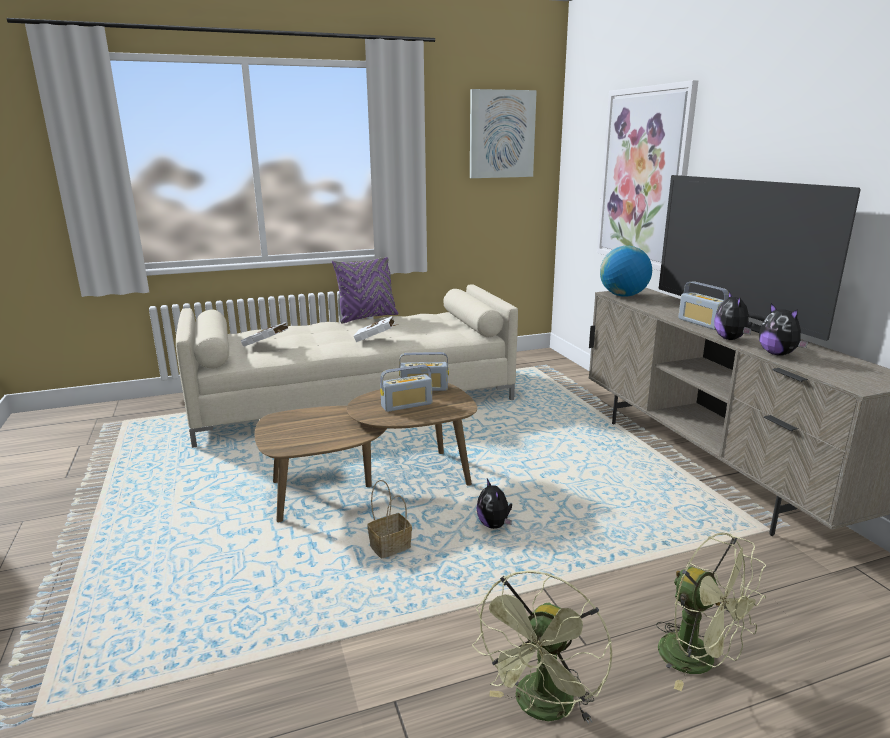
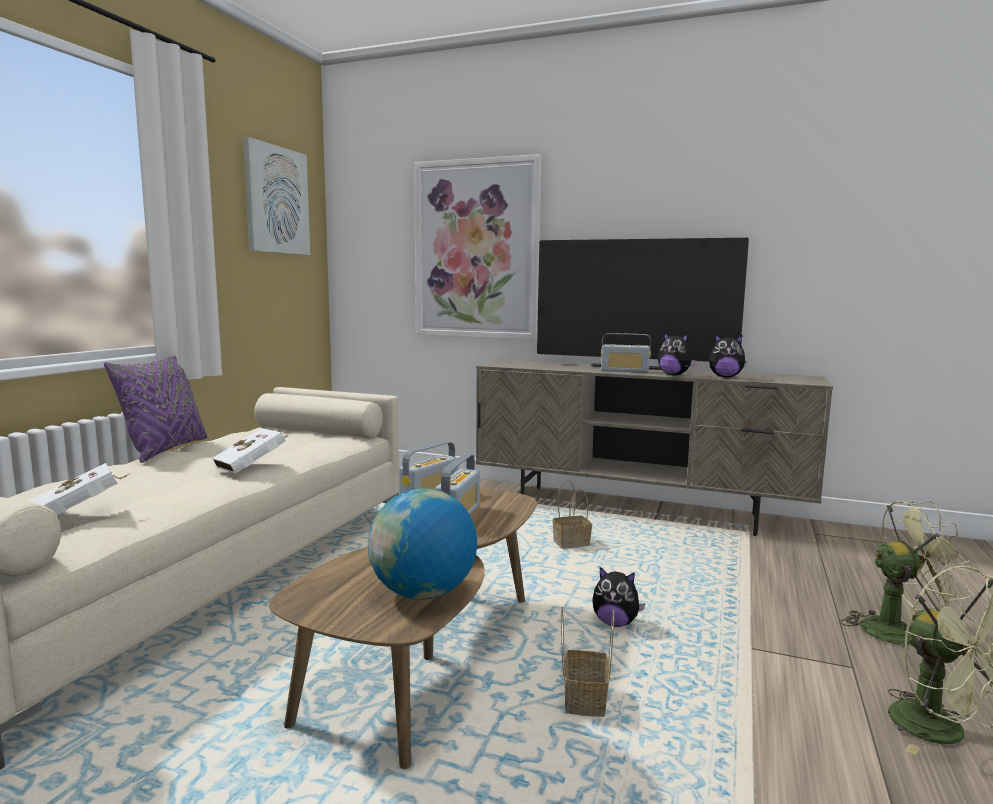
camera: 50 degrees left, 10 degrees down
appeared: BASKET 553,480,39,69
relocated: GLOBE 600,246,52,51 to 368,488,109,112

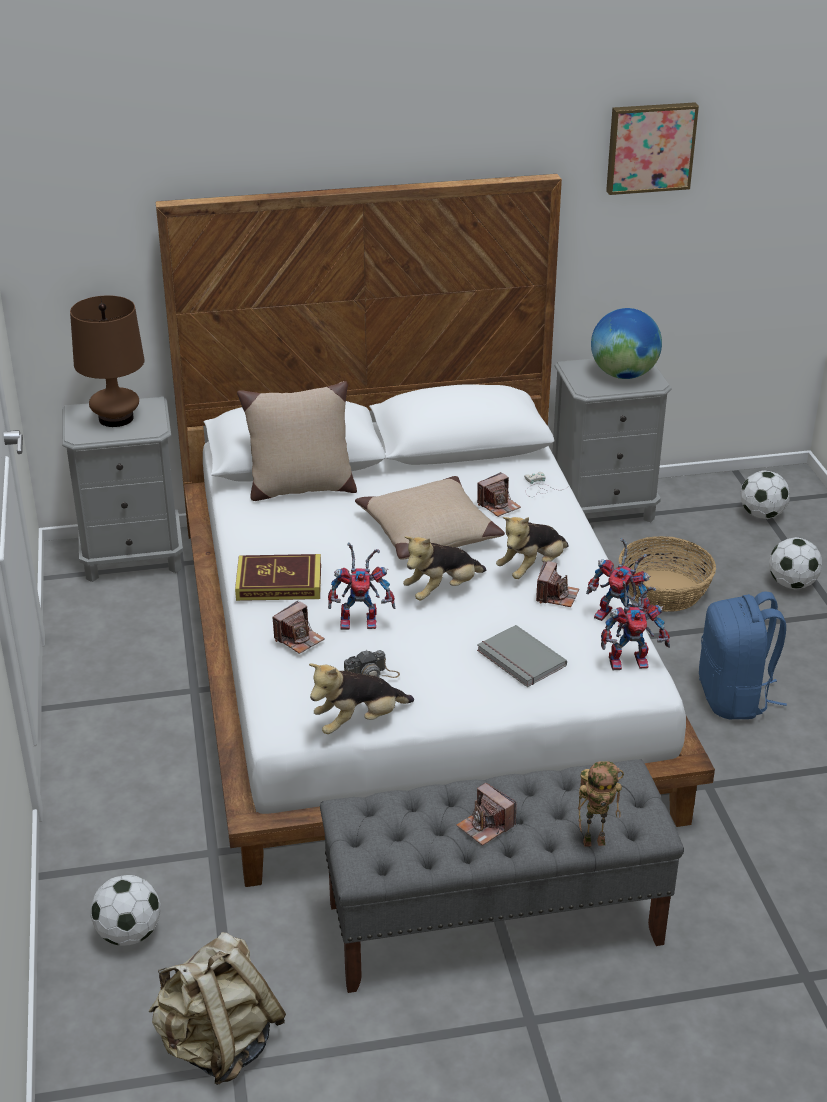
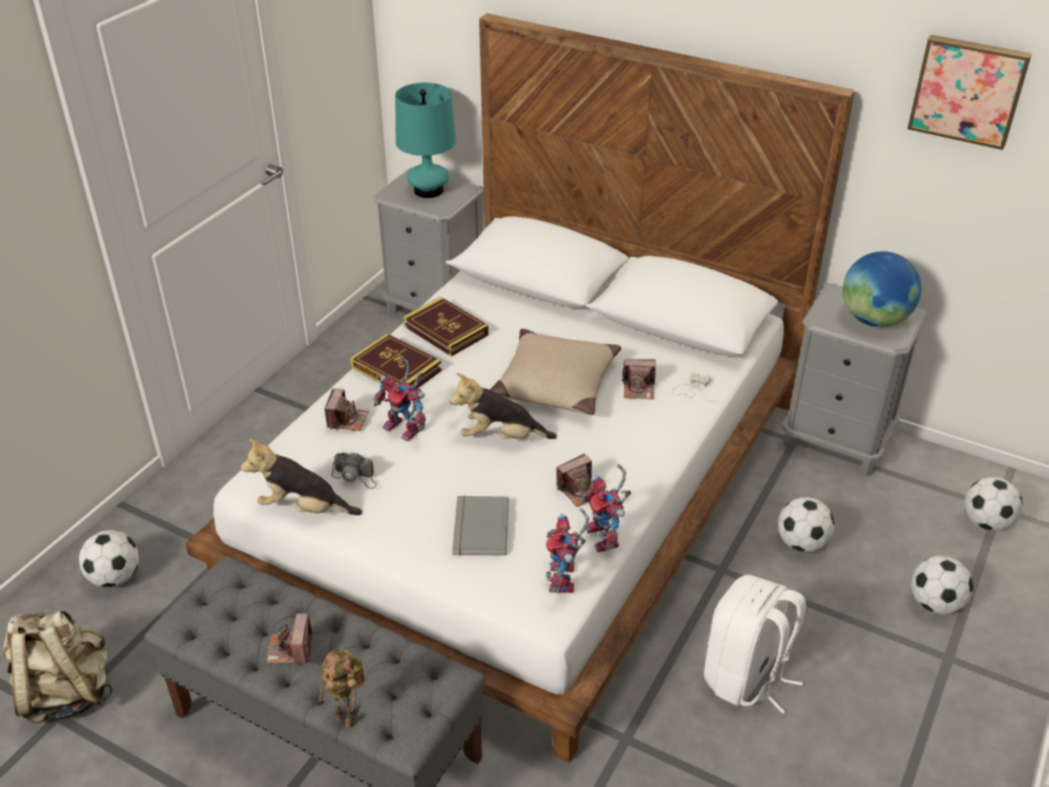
camera: 40 degrees right, 5 degrees up
missing: BEIGE PILLOW 237,381,120,120; PLUSH TOY 496,517,73,62
appeared: BOOK 403,297,86,59
exchanged: BASKET 619,536,97,76 to FOOTBALL 778,497,56,55
colour: BROWN TABLE LAMP 70,295,75,132 to TURQUOISE TABLE LAMP 395,83,61,115; BLUE BACKPACK 699,592,88,127 to WHITE BACKPACK 704,575,102,139
spun: PHOTO CAMERA 272,601,53,53 = 325,388,44,43 75 degrees counterclockwise; TOY ROBOT 601,581,69,89 = 546,509,43,84 60 degrees clockwise

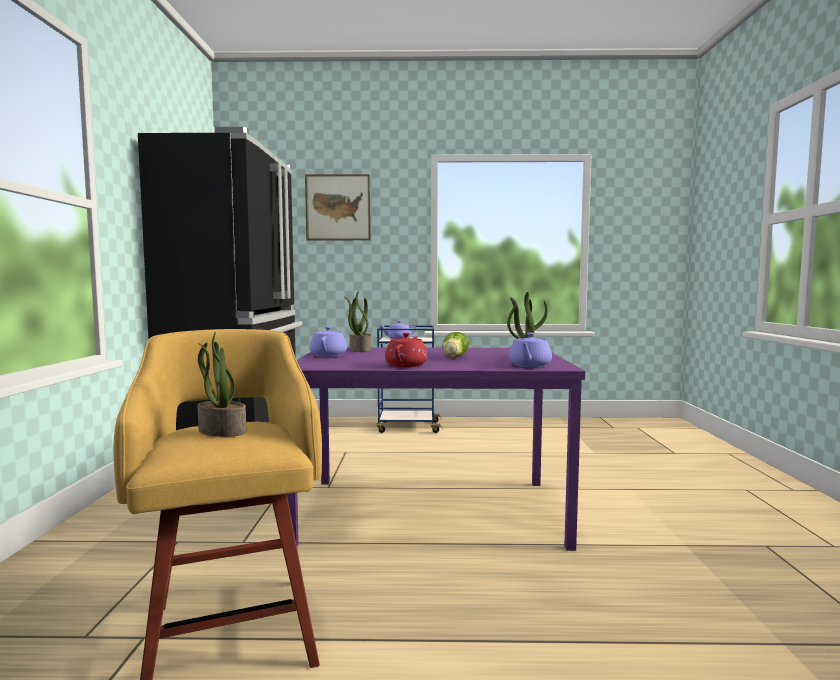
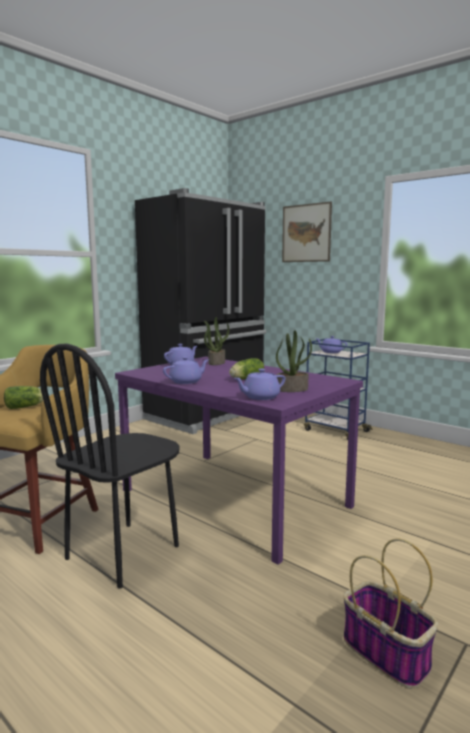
camera: 40 degrees right, 5 degrees up
appeared: BLACK CHAIR 40,344,140,245; BASKET 344,538,94,151
exchanged: POTTED PLANT 197,332,50,105 to LETTUCE 4,386,39,23
colour: RED TEAPOT 385,333,42,35 to PURPLE TEAPOT 163,357,46,27

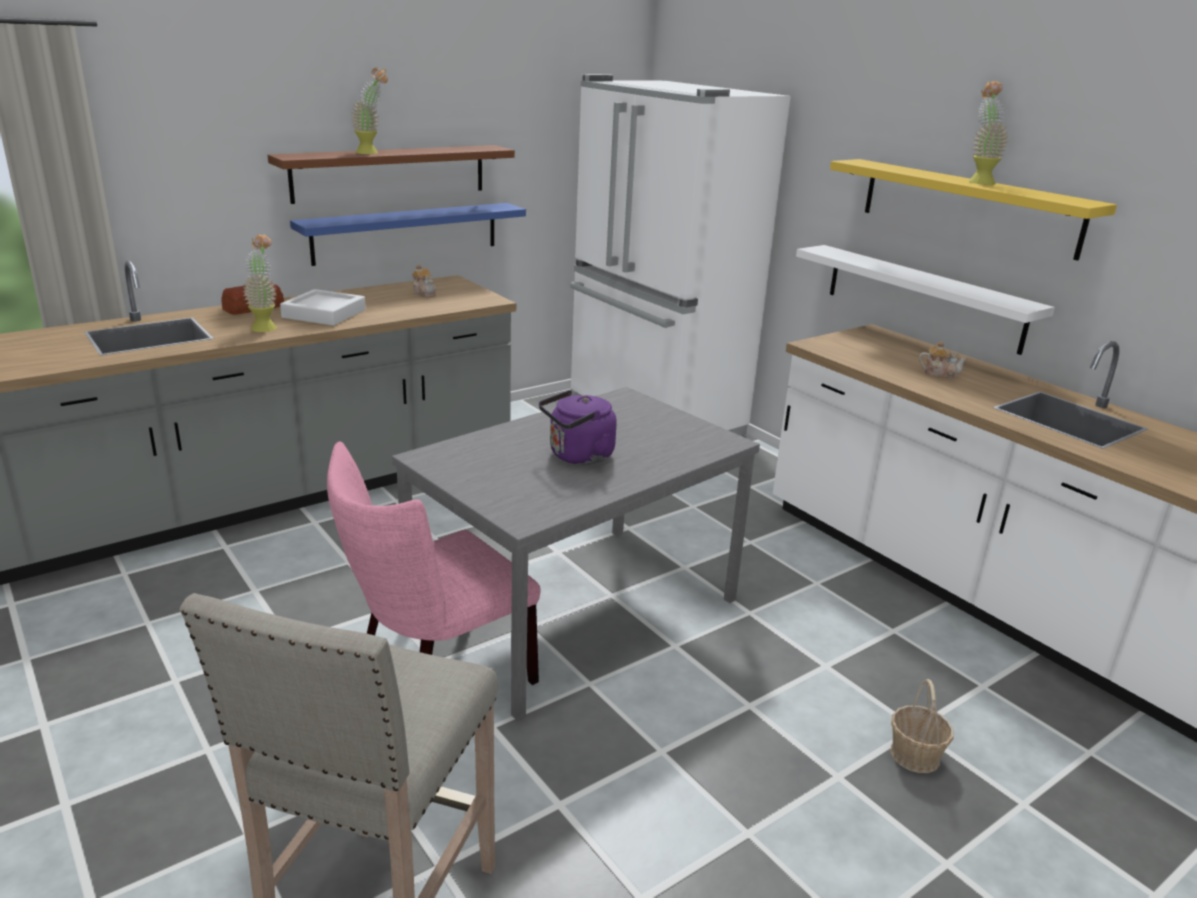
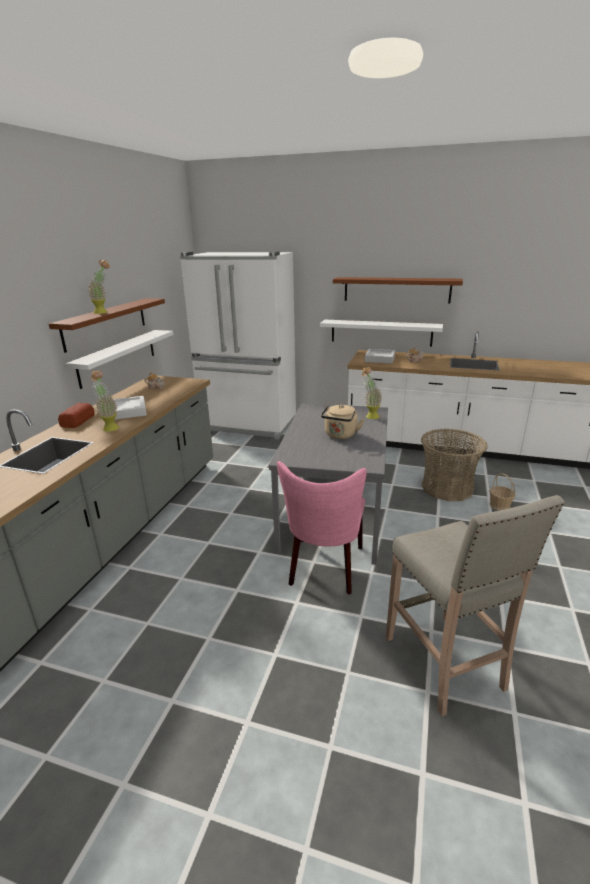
camera: 35 degrees left, 0 degrees up
appeared: GREY TRAY 365,349,30,15; BASKET 421,429,67,72
relocated: POTTED PLANT 968,81,40,104 to 362,367,20,52
colour: BLUE SHELF 290,203,236,63 to WHITE SHELF 66,330,107,59; PURPLE KETTLE 539,390,78,75 to BEIGE KETTLE 321,405,43,34; YELLOW SHELF 830,159,287,102 to BROWN SHELF 333,277,130,27

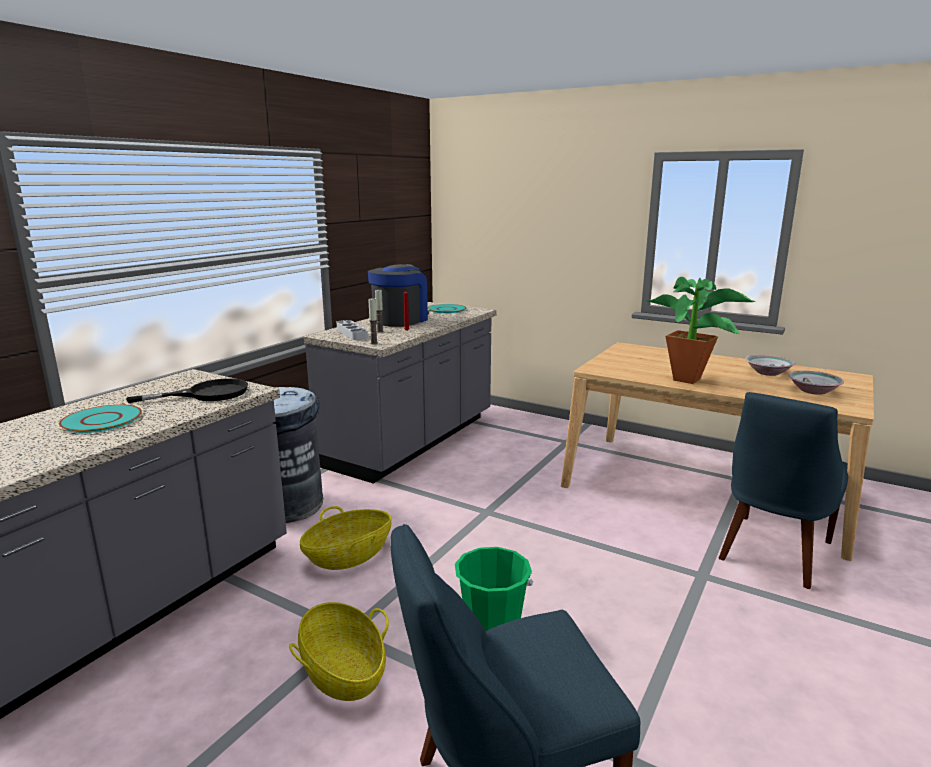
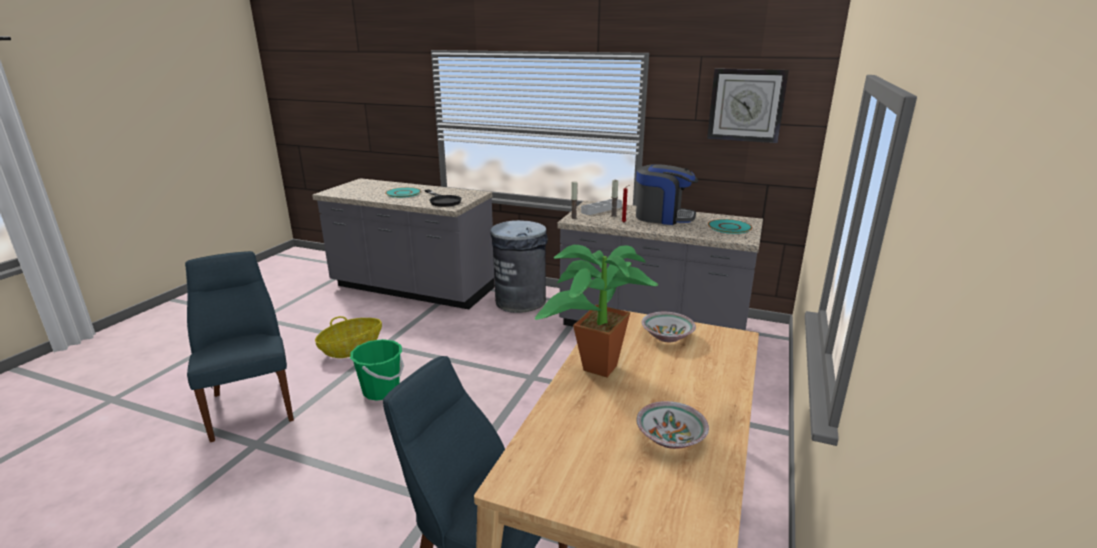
camera: 80 degrees right, 5 degrees up
missing: BASKET 300,506,91,64
appeared: WALL CLOCK 707,68,82,75
relocated: BOWL 788,371,56,24 to 642,312,54,30

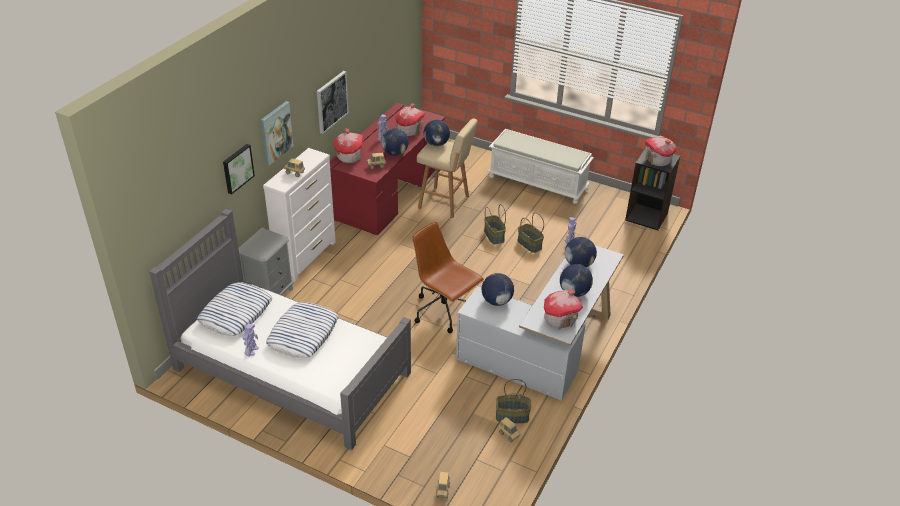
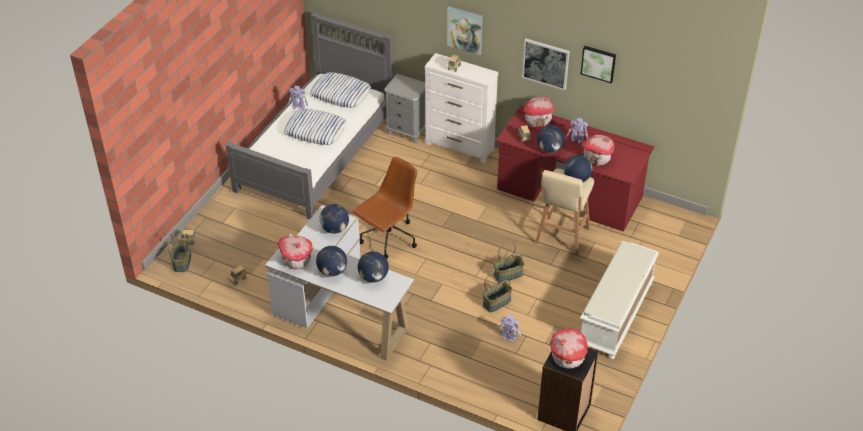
camera: 90 degrees right, 5 degrees up
relocated: PICTURE 223,144,32,50 to 581,46,35,37; BASKET 496,379,35,44 to 168,234,23,38

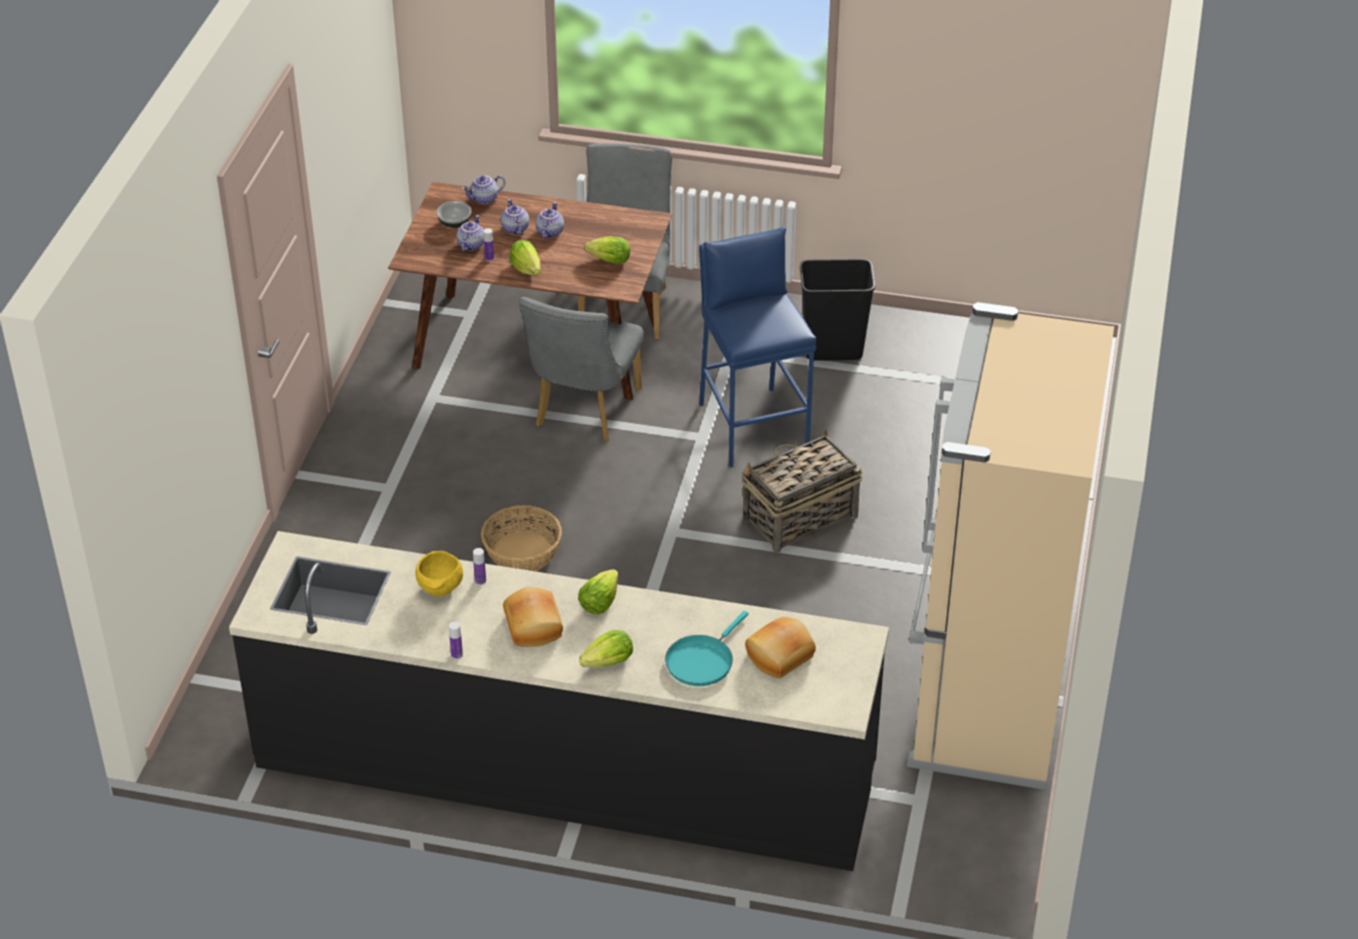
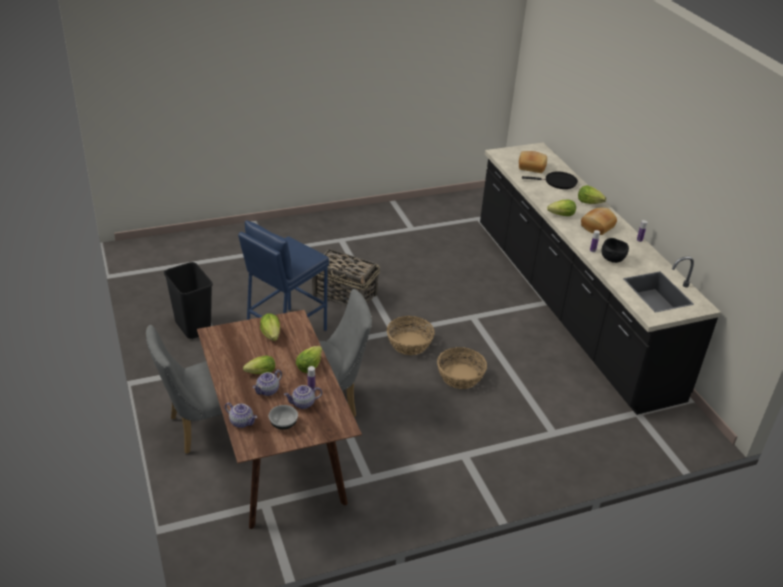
camera: 125 degrees left, 5 degrees down
missing: BEIGE FRIDGE 907,302,207,488
appeared: BASKET 387,316,48,39
exchanged: TEAPOT 536,202,28,36 to LETTUCE 243,356,32,18
colour: YELLOW BOWL 415,551,48,46 to BLACK BOWL 601,238,28,25; TURQUOISE FRYING PAN 665,611,84,75 to BLACK FRYING PAN 522,171,56,18

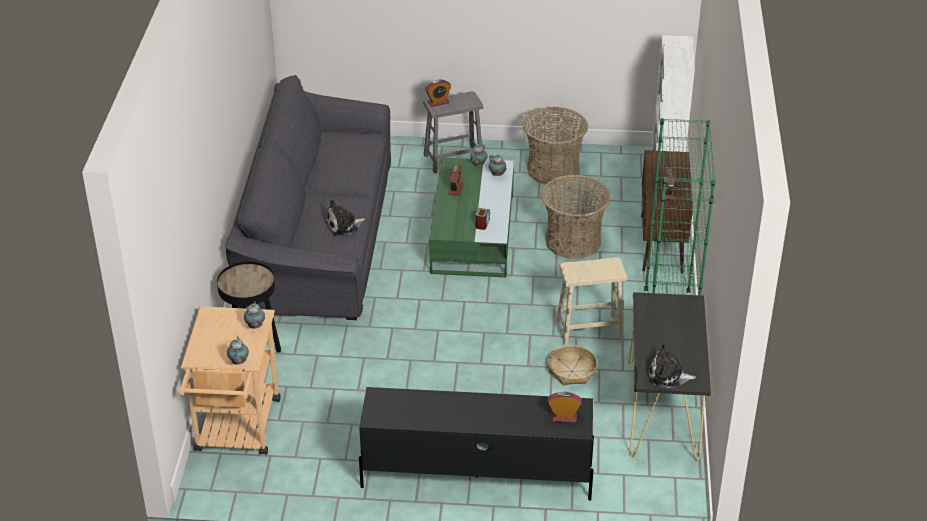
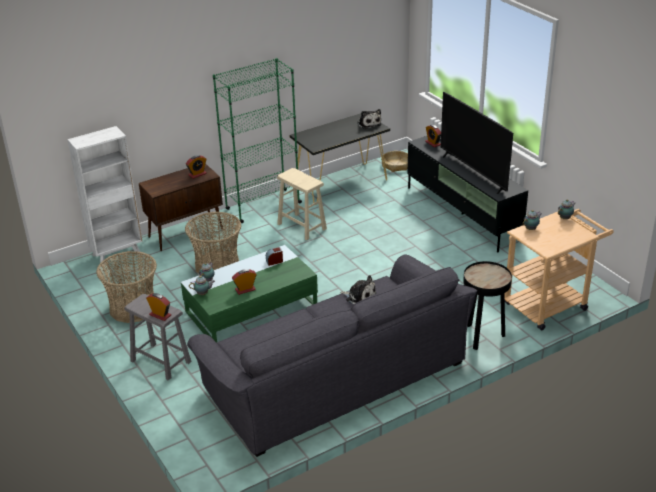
camera: 125 degrees left, 5 degrees down
appeared: TELEVISION 441,92,72,102
relocated: BASKET 548,345,49,41 to 381,151,27,21

